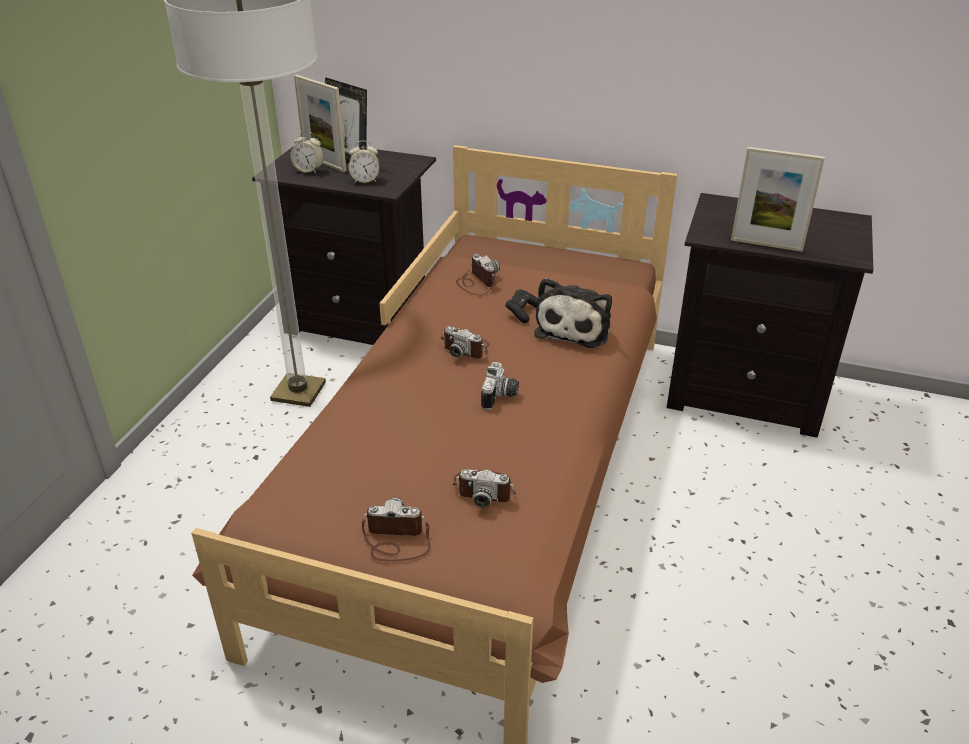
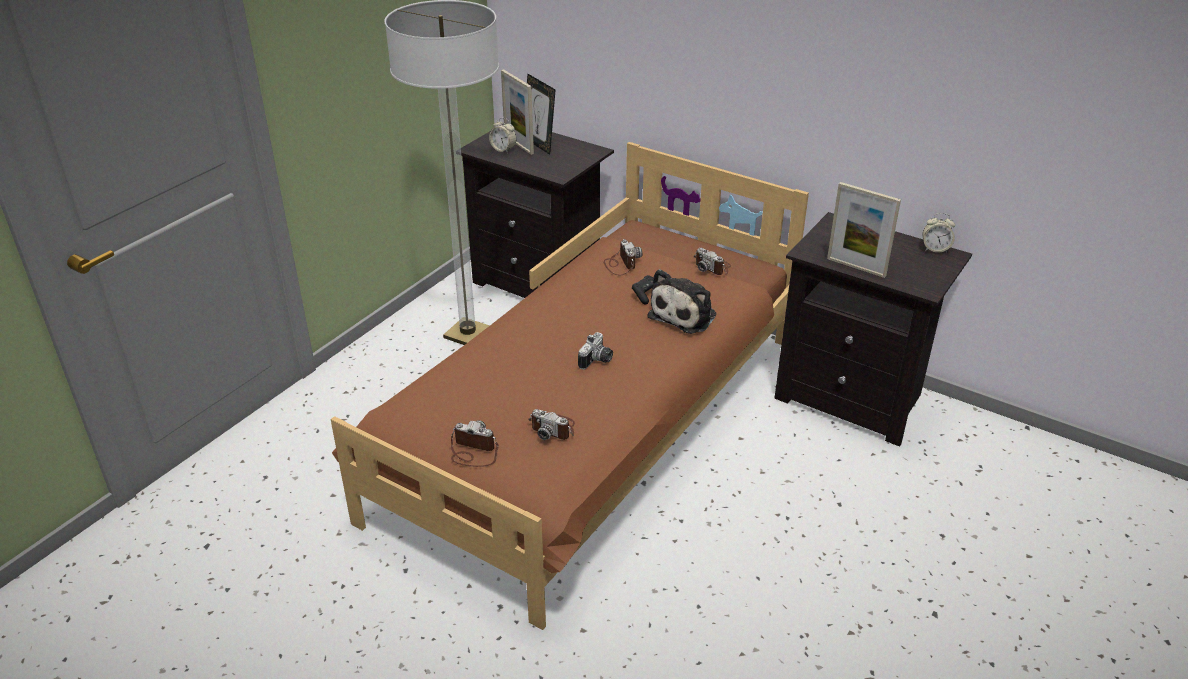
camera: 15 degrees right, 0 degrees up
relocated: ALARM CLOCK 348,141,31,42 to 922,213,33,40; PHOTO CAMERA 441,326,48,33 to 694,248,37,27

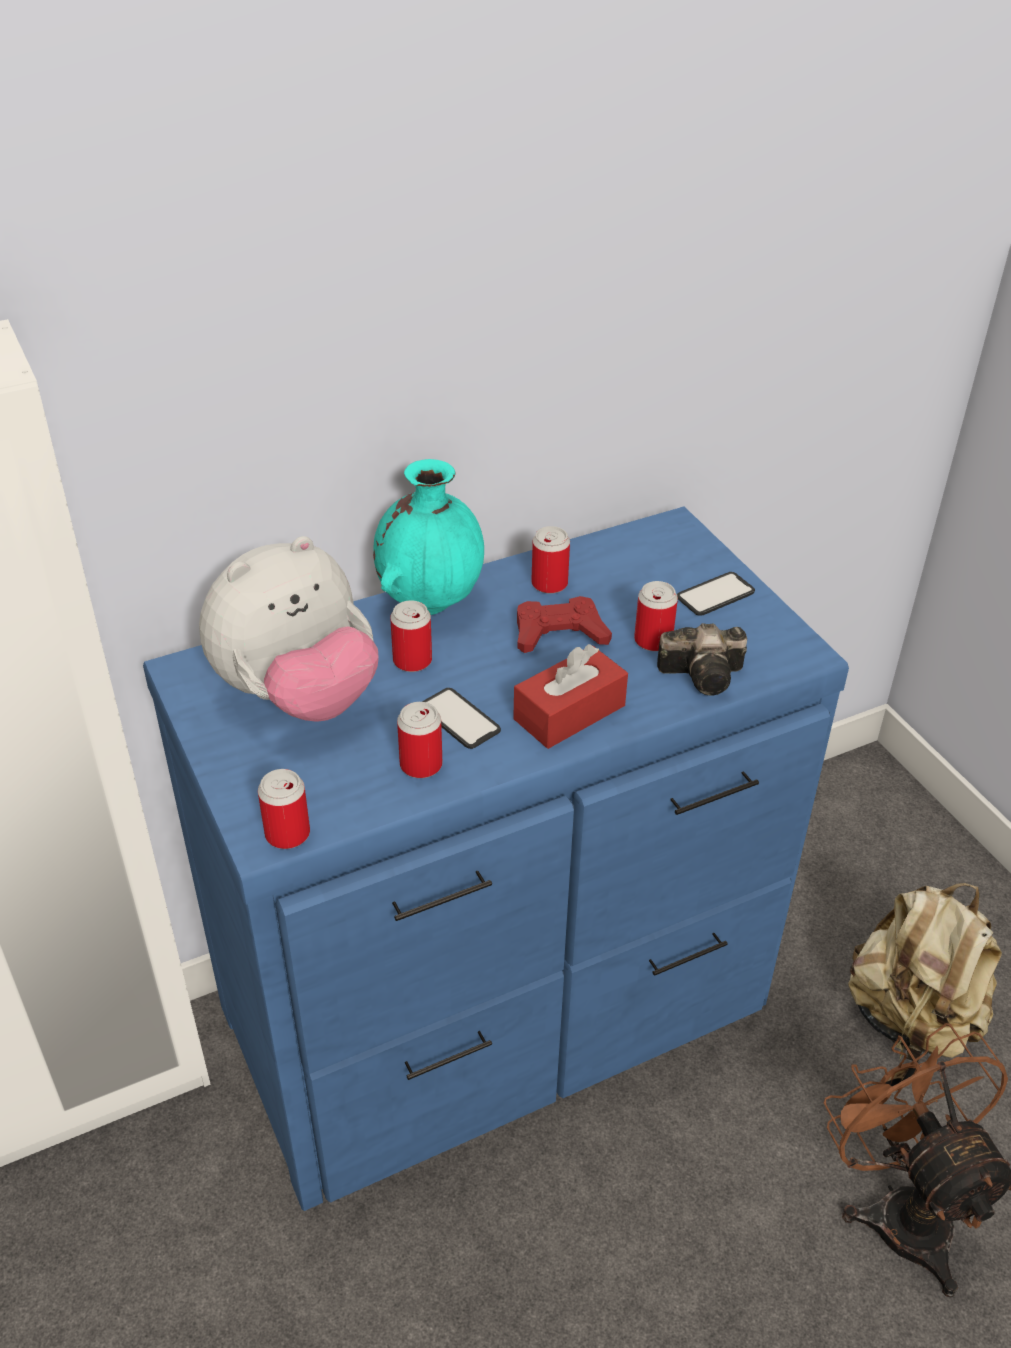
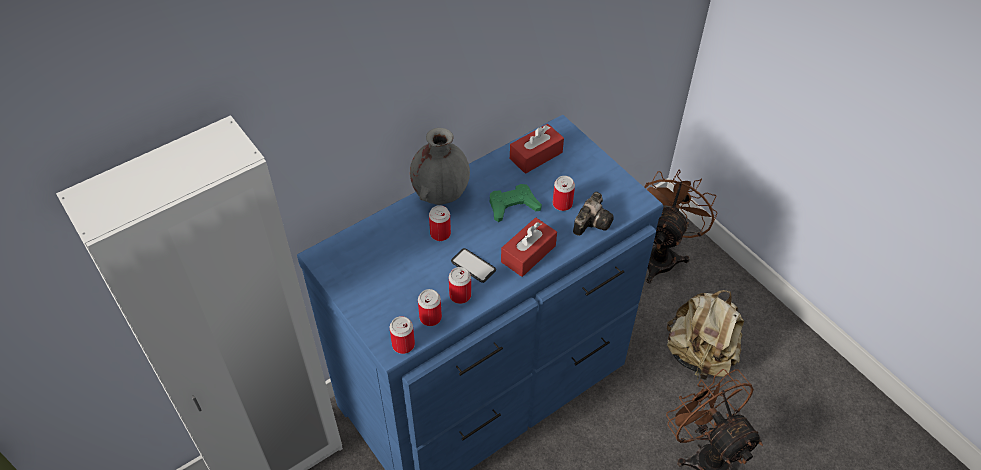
camera: 10 degrees left, 10 degrees up
missing: PLUSH TOY 199,536,180,186; PHONE 677,572,78,44
appeared: RED TISSUE BOX 510,124,54,50; BROWN FAN 644,170,74,113
relocated: CAN 531,526,39,68 to 418,289,24,37
colour: TURQUOISE VASE 373,459,111,156 to GREY VASE 410,128,60,77; RED GAME CONTROLLER 517,596,95,57 to GREEN GAME CONTROLLER 490,184,52,38
spun: PHOTO CAMERA 657,623,90,73 = 573,192,41,44 45 degrees counterclockwise

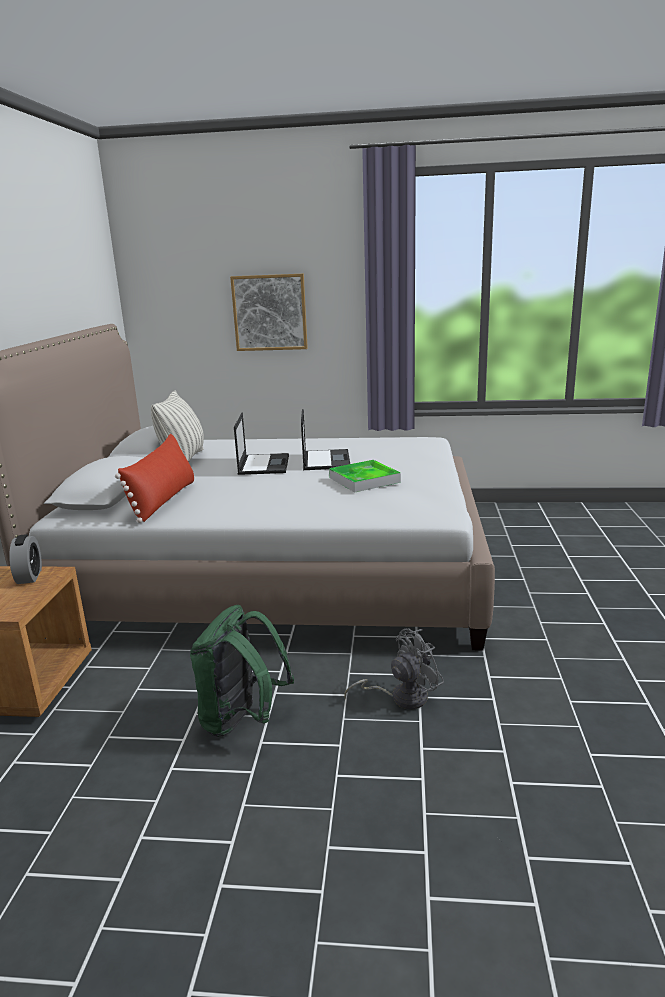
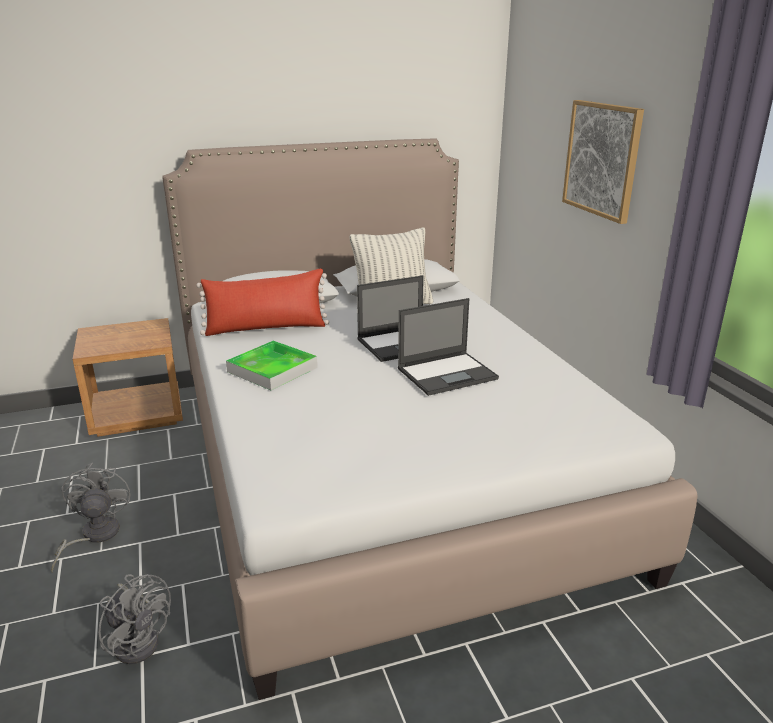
camera: 65 degrees right, 5 degrees up
missing: ALARM CLOCK 9,534,33,50
relocated: TRAY 329,460,72,33 to 226,340,92,50
exchanged: GREEN BACKPACK 190,605,104,132 to GREY FAN 51,463,80,110

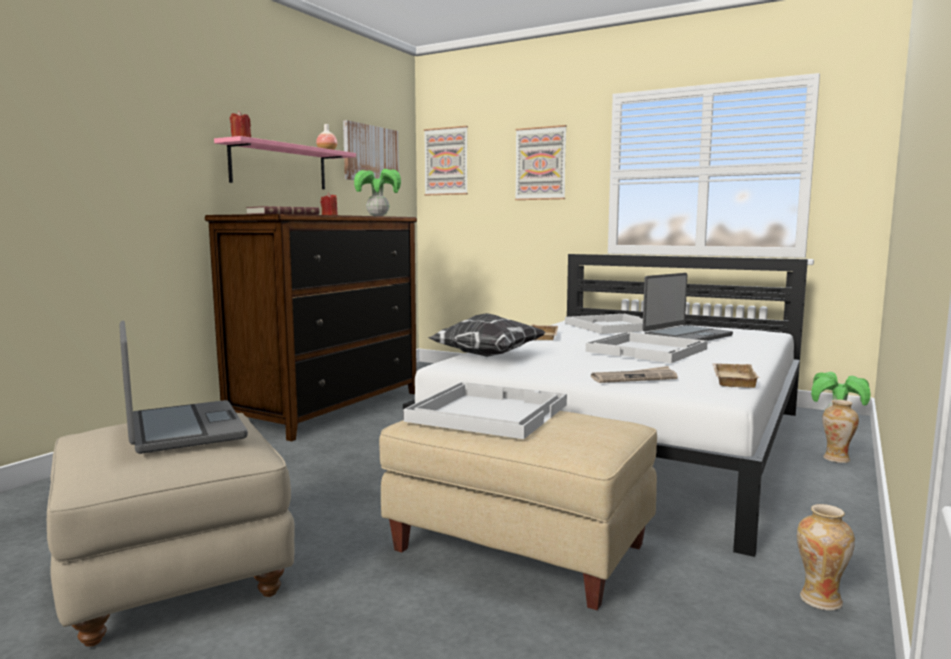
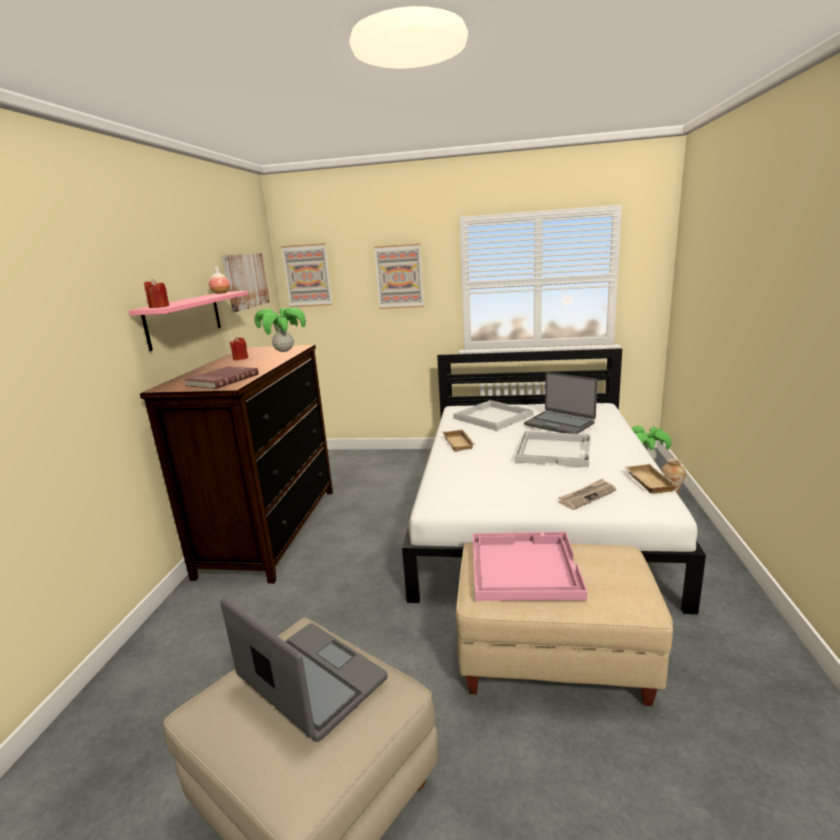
camera: 20 degrees left, 10 degrees up
missing: PILLOW 428,313,117,44; VASE 797,504,58,106
colour: WHITE TRAY 403,382,164,57 to PINK TRAY 473,532,115,69
spun: LAPTOP 643,273,90,68 = 524,372,74,62 105 degrees clockwise

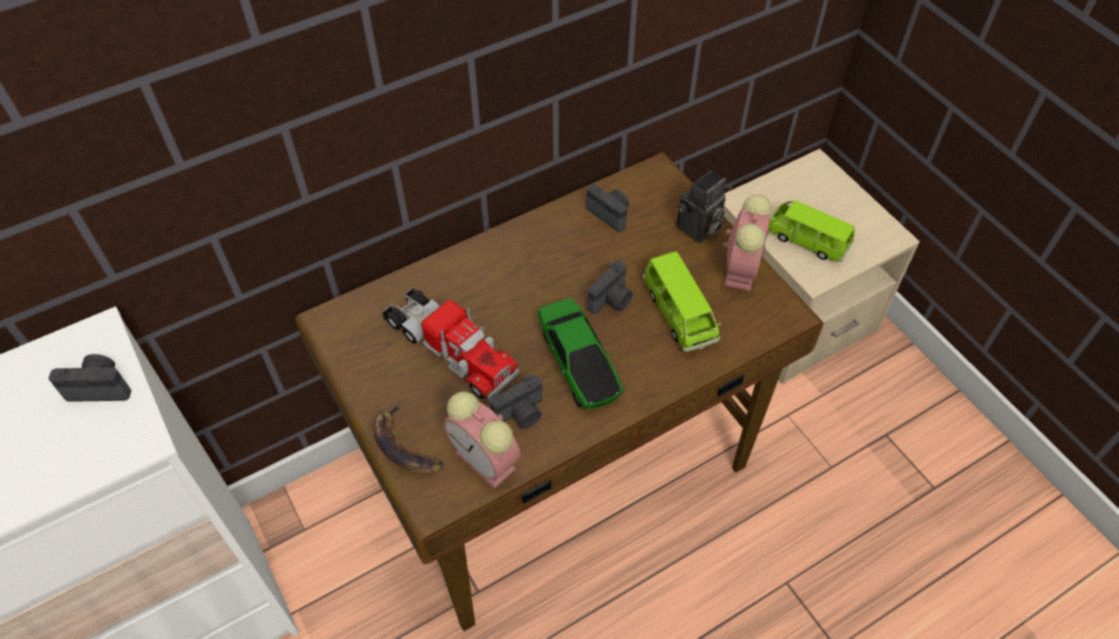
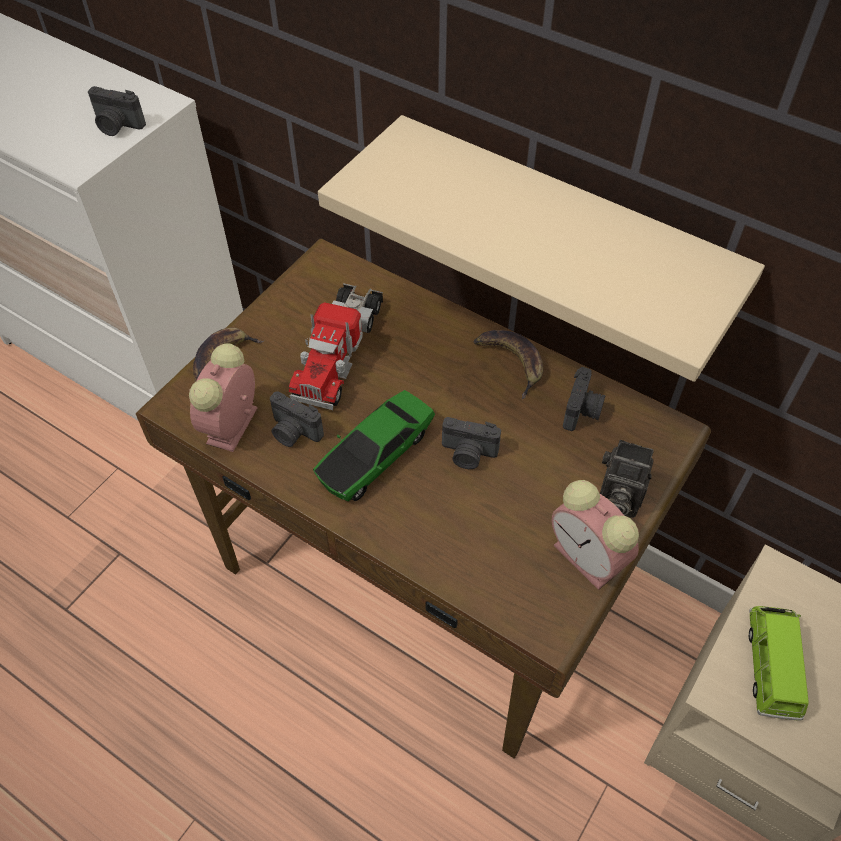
camera: 65 degrees right, 0 degrees up
missing: GREEN TOY CAR 643,251,78,101
appeared: BEIGE SHELF 318,115,447,267; BANANA 473,330,71,69
spun: PHOTO CAMERA 49,354,82,48 = 88,86,58,50 135 degrees clockwise; ALARM CLOCK 723,194,49,97 = 552,480,87,110 60 degrees clockwise

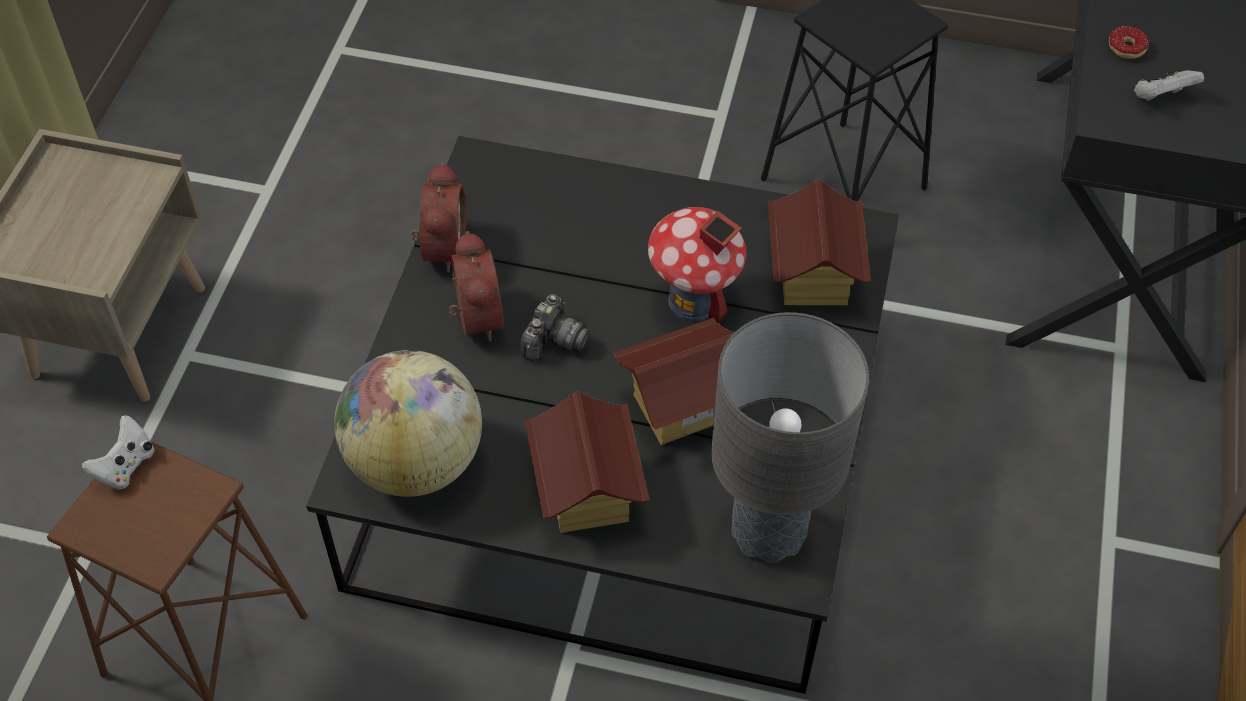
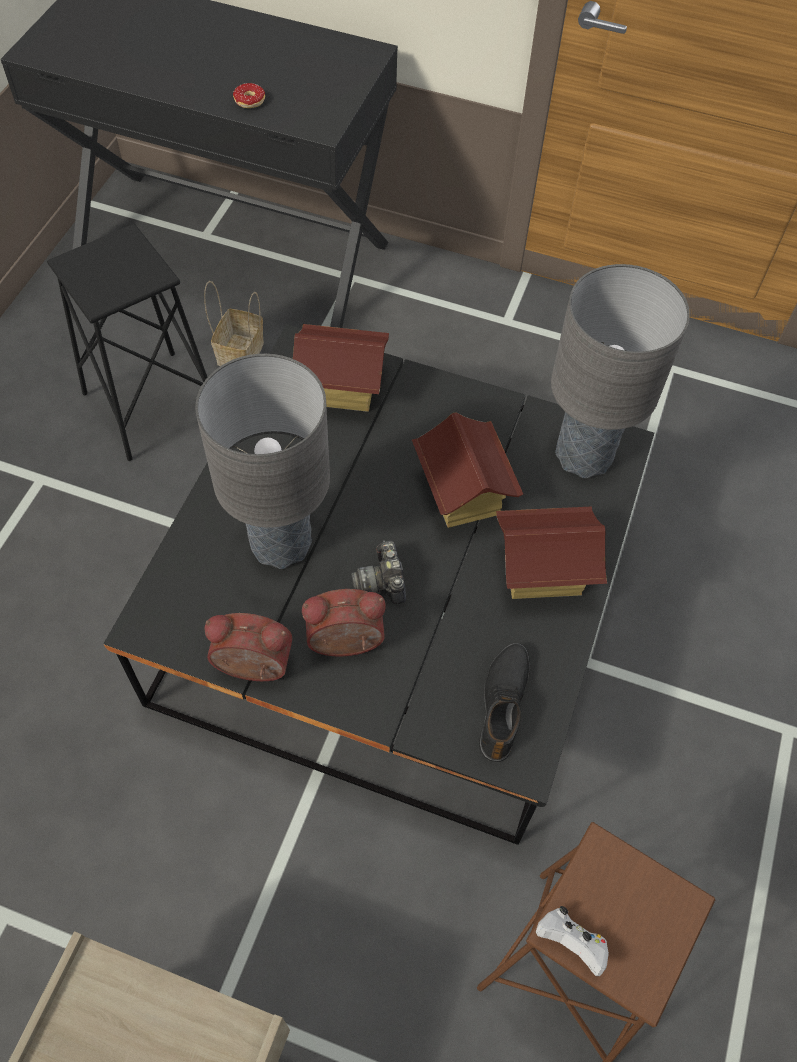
camera: 85 degrees left, 5 degrees up
missing: TOY HOUSE 648,207,99,116; WHITE GAME CONTROLLER 1134,70,70,31
appeared: GREY TABLE LAMP 196,354,134,215; BASKET 204,281,60,85
exchanged: GLOBE 334,350,148,147 to BLACK SHOE 479,643,51,119
spun: PHOTO CAMERA 521,294,69,67 = 351,540,55,64 135 degrees counterclockwise

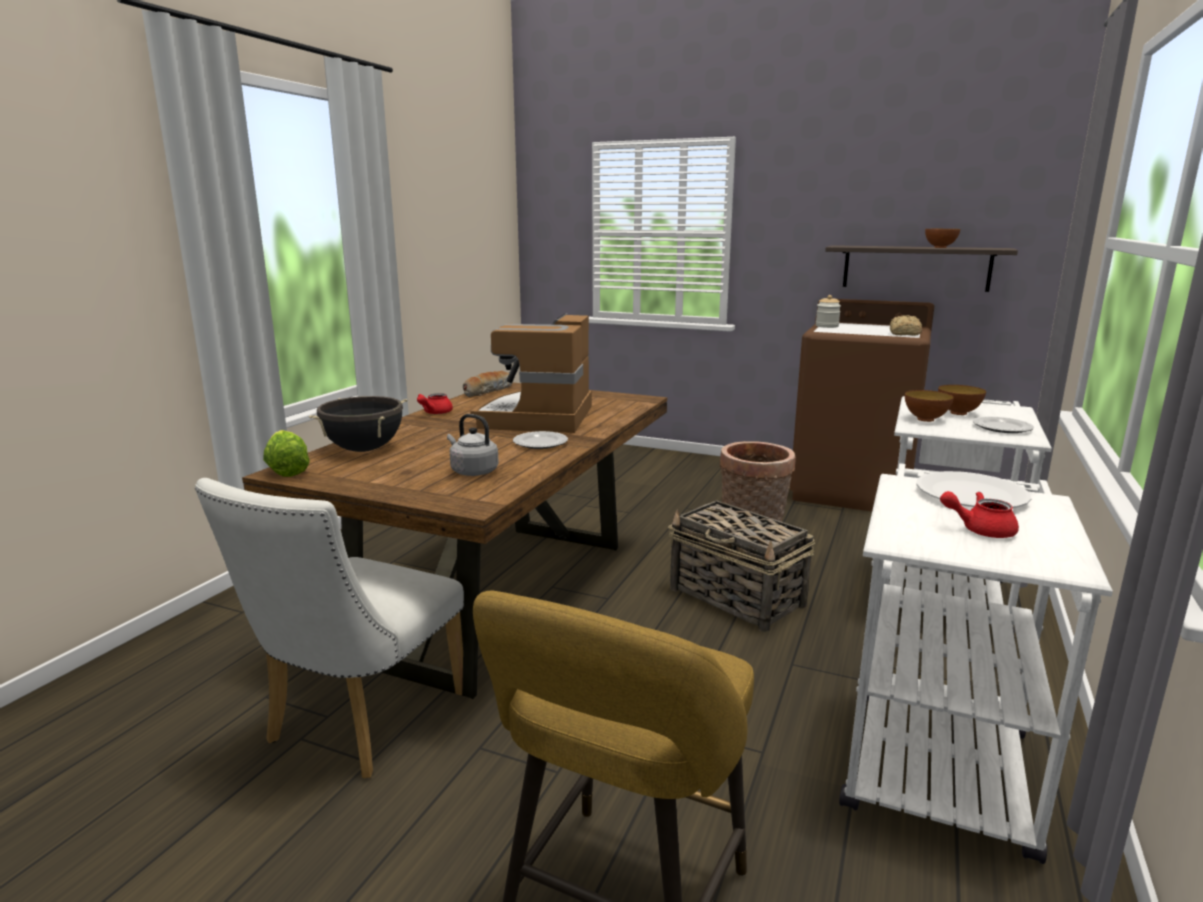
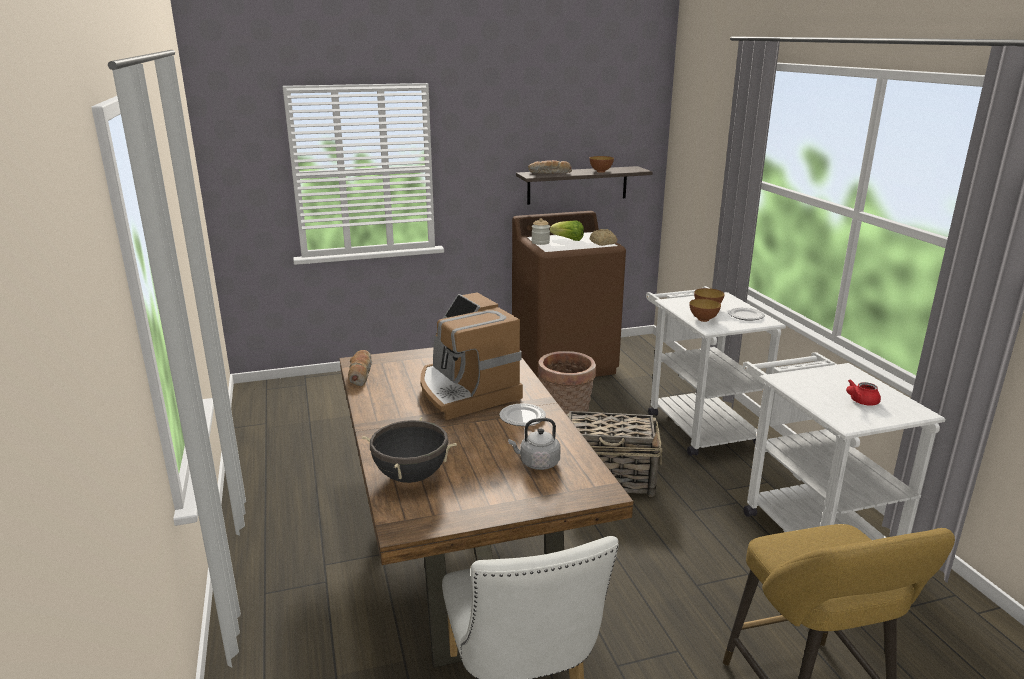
camera: 40 degrees left, 5 degrees up
missing: RED TEAPOT 417,393,36,21; WHITE PLATE 916,471,116,37
appeared: BREAD 528,160,44,14
relocated: LETTUCE 263,430,47,47 to 550,221,34,20

